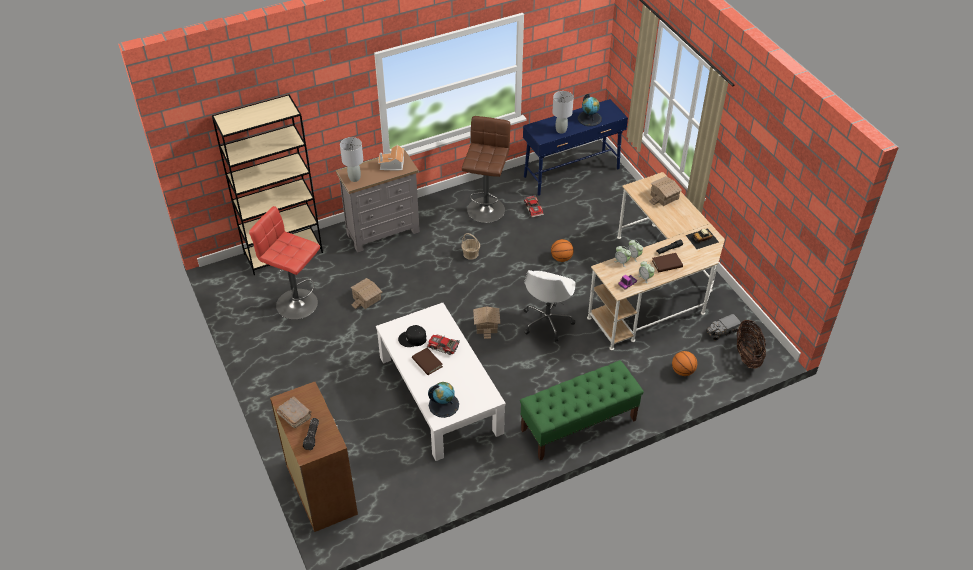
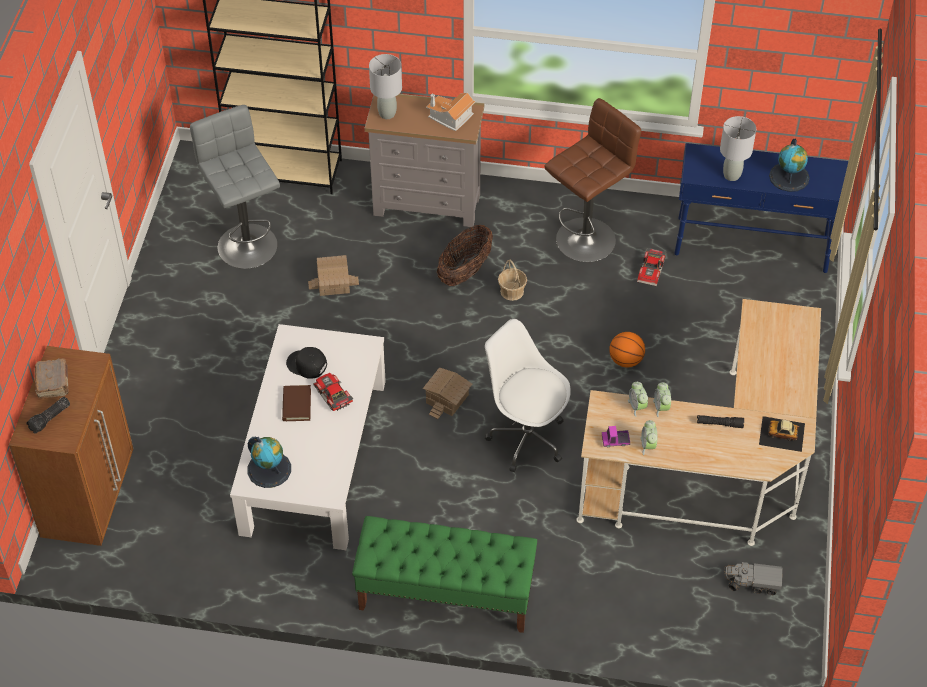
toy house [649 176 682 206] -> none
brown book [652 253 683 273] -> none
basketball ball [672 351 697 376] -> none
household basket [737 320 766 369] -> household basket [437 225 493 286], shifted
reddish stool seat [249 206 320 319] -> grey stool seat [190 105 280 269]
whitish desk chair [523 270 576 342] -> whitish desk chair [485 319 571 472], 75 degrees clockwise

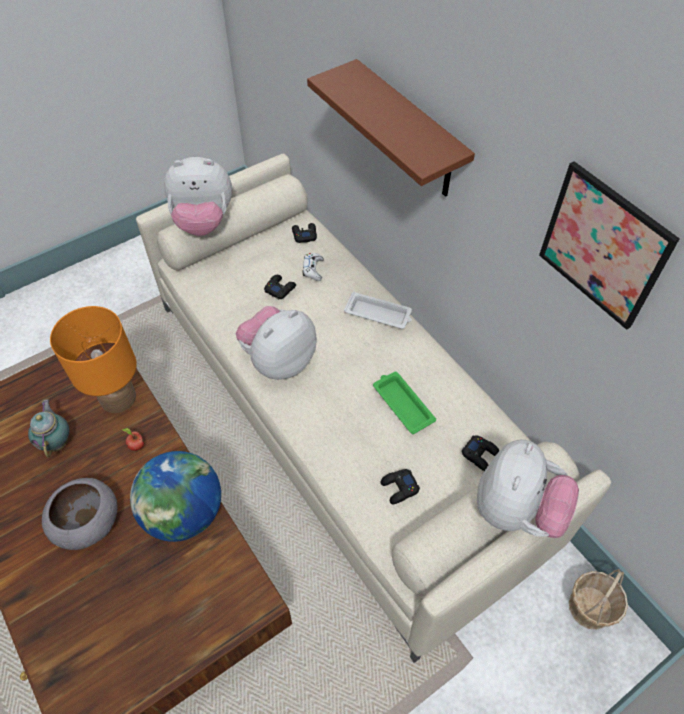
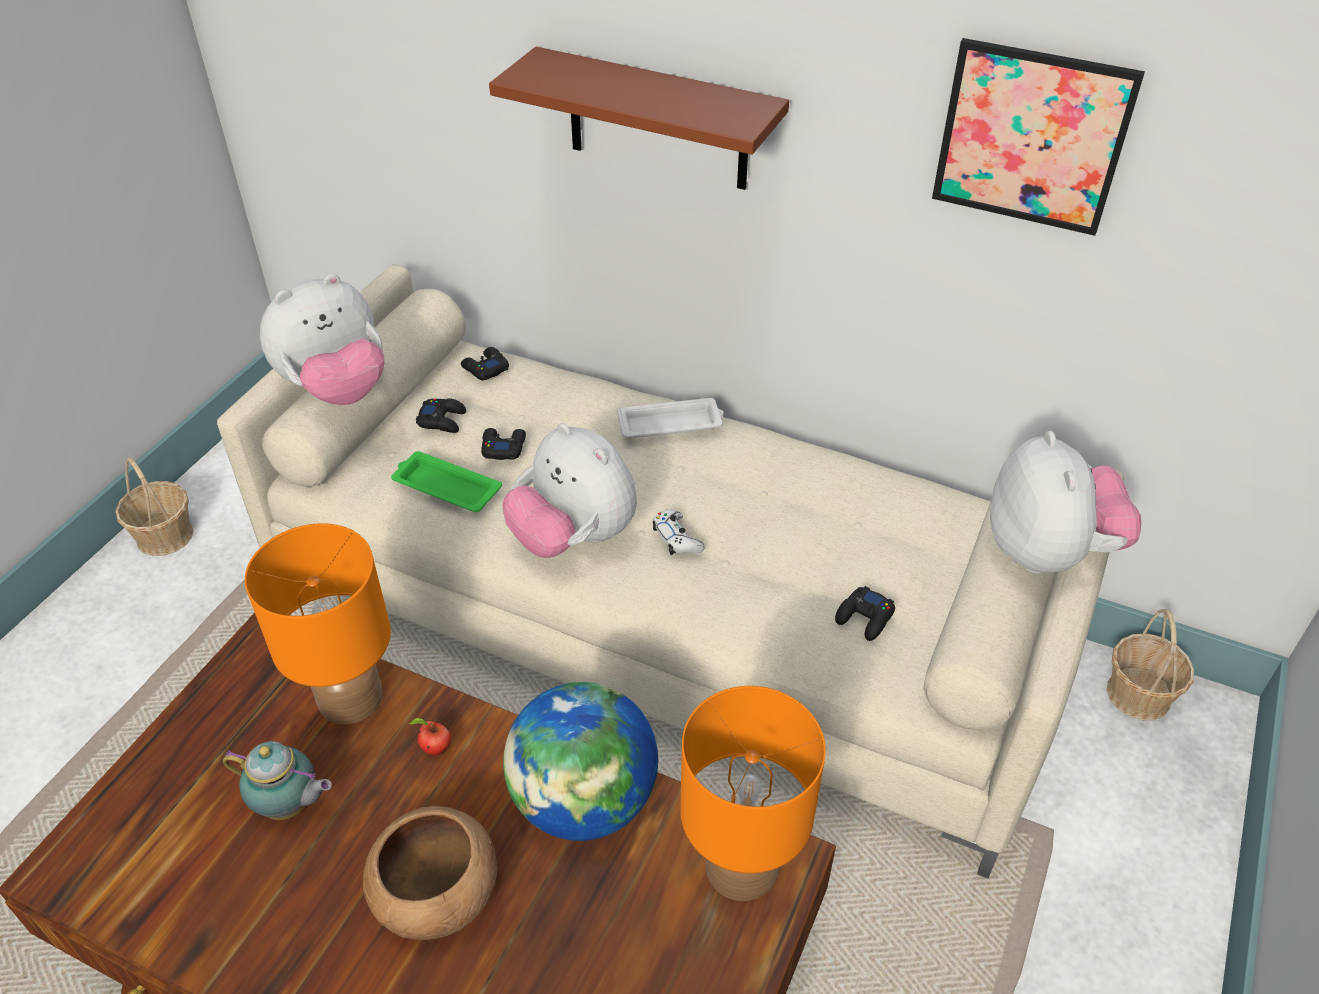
none -> household basket [116 457 194 556]
none -> orangey table lamp [680 686 826 901]
whitish game controller [302 253 324 281] -> whitish game controller [653 509 704 555], shifted
green serving tray [373 372 436 434] -> green serving tray [391 451 502 512], shifted
black-coloured game controller [461 435 499 471] -> black-coloured game controller [416 398 466 433], shifted
grey serving bowl [42 478 118 550] -> brown serving bowl [363 806 498 940]
teapot [28 399 70 458] -> teapot [223 741 332 820], 150 degrees clockwise
soft toy [236 306 317 380] -> soft toy [503 423 637 558], 60 degrees counterclockwise

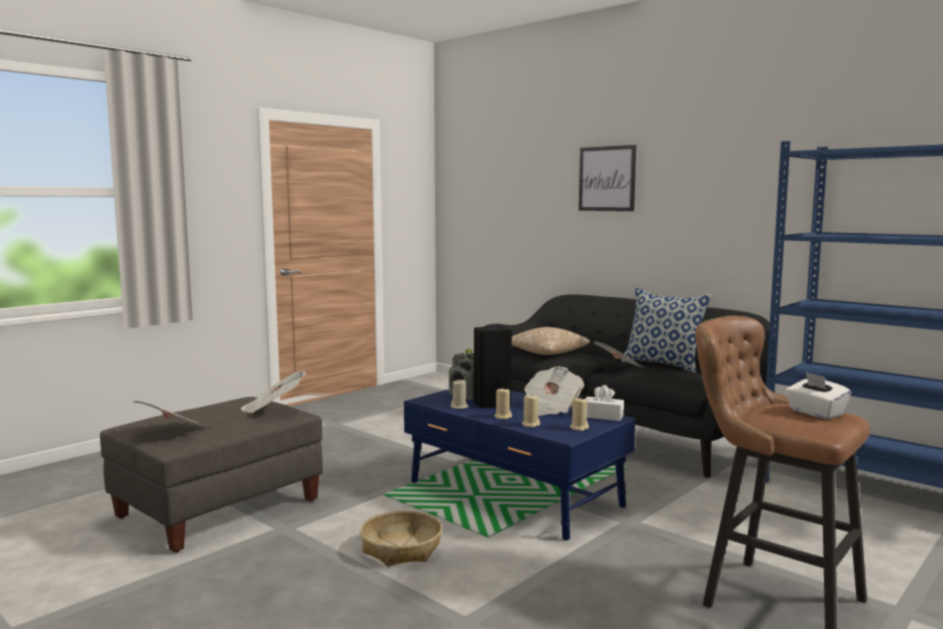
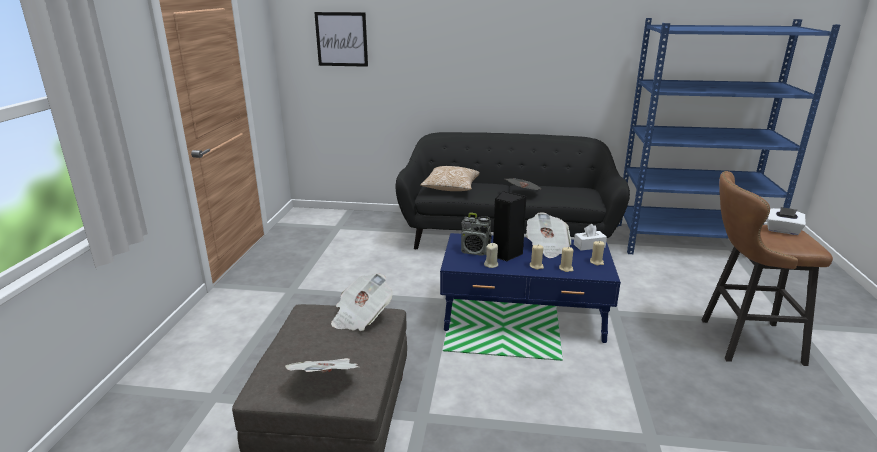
household basket [360 511 442 567] -> none
throw pillow [621 288 712 373] -> none
wall picture [579 145 636 211] -> wall picture [314 12 368 67], shifted

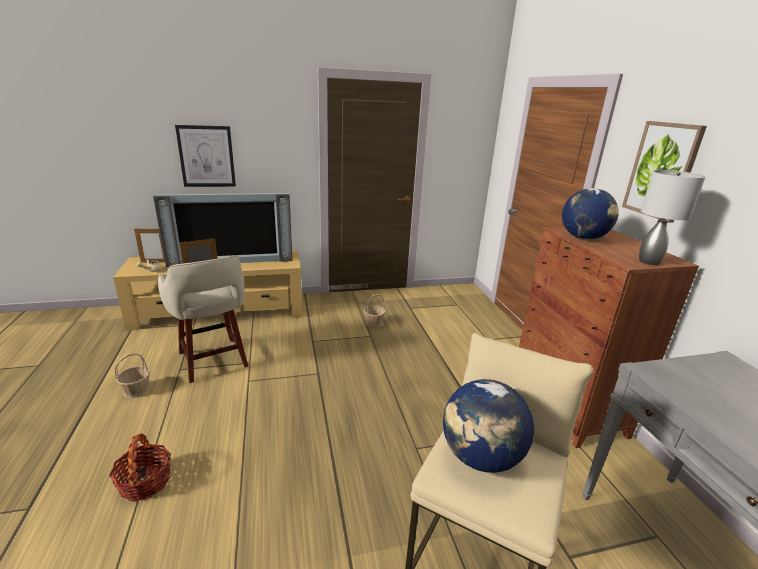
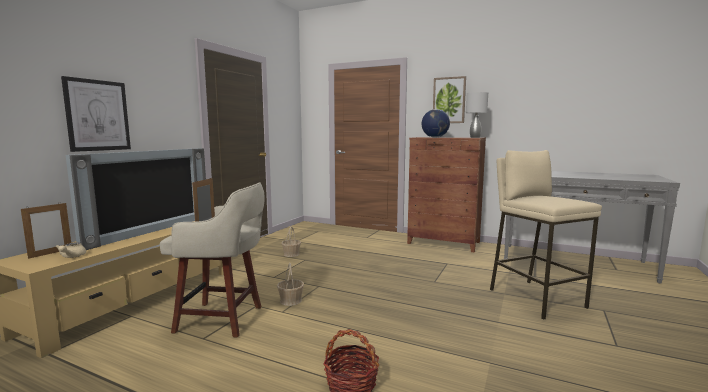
globe [443 379 534 473] -> none
household basket [115 353 150 399] -> household basket [277 263 304 306], shifted

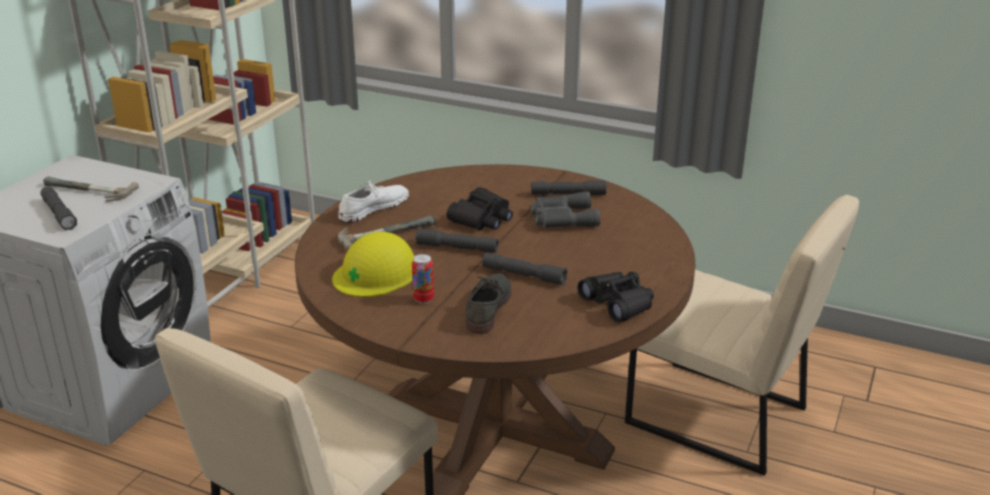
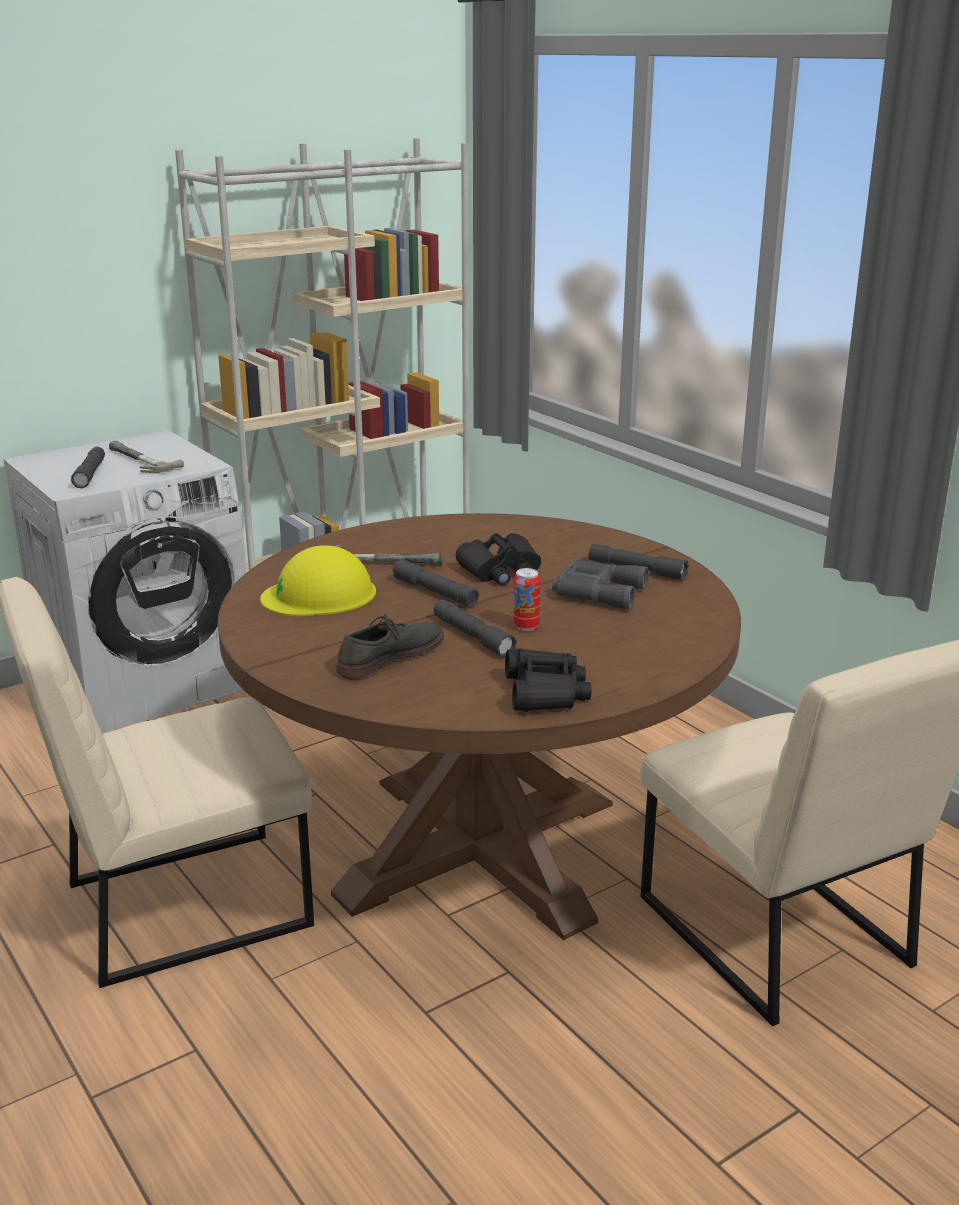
whitish low shoe [338 180 409 223] -> none
can [412 254 434 304] -> can [513 568 540 631], shifted

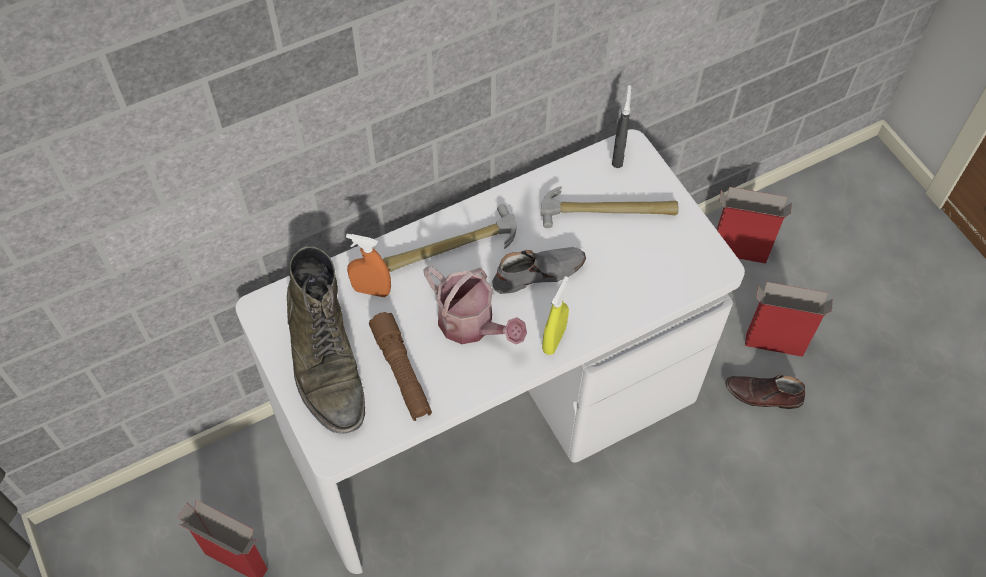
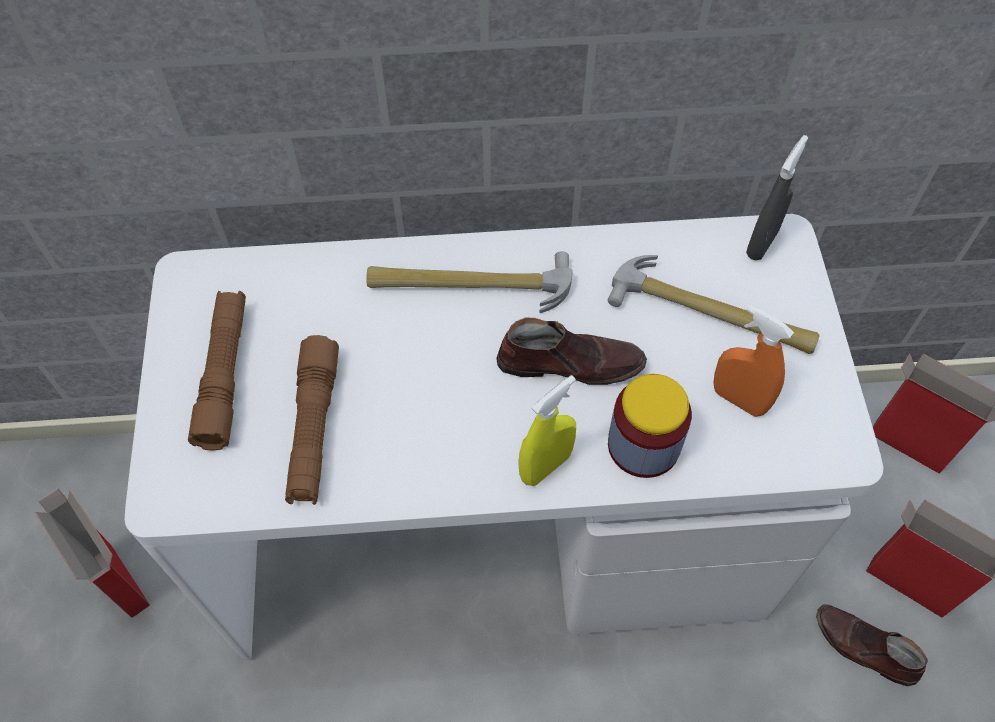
watering pot [423 266 527 345] -> none
none -> preserve jar [608 374 692 478]
orangey sprayer [346 234 391 297] -> orangey sprayer [713 305 794 417], shifted
green tall boot [287 246 365 434] -> brown torch [188 291 246 451]
grey low shoe [492 247 586 294] -> brown low shoe [496 317 647 385]

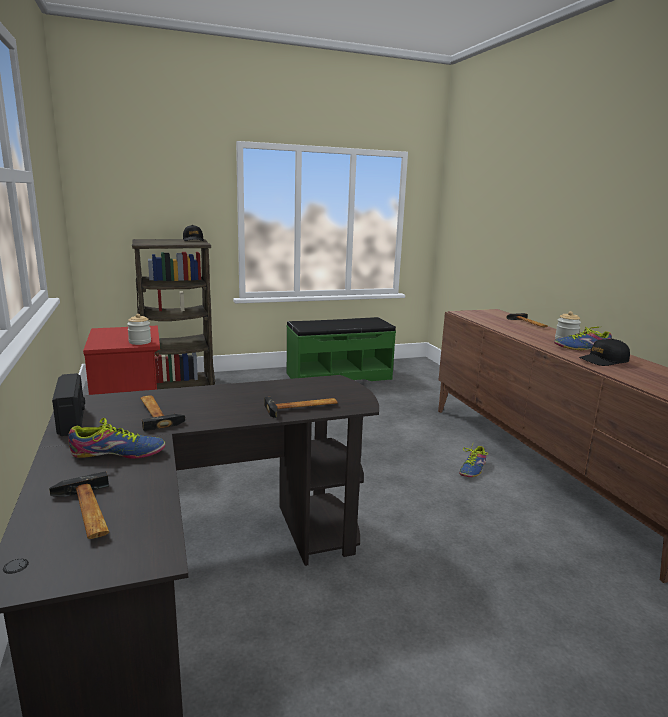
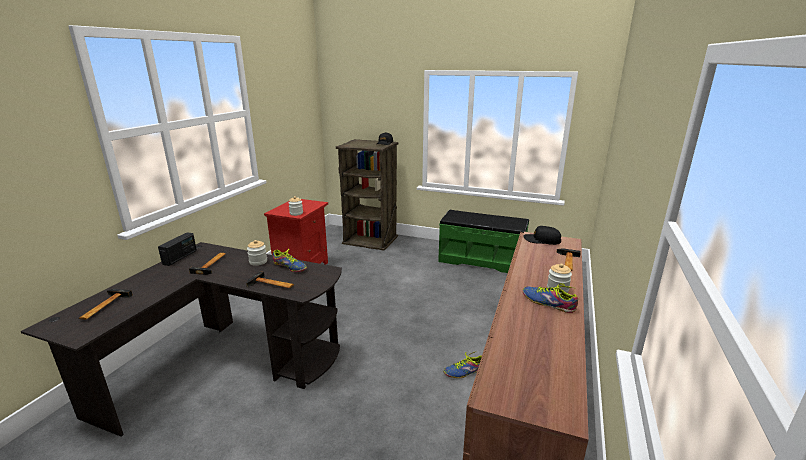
none -> preserve jar [247 240 267 266]
low shoe [68 418 165 459] -> low shoe [273 249 307 272], shifted
black-coloured cap [579 339 630 366] -> black-coloured cap [524 226 561 245], shifted

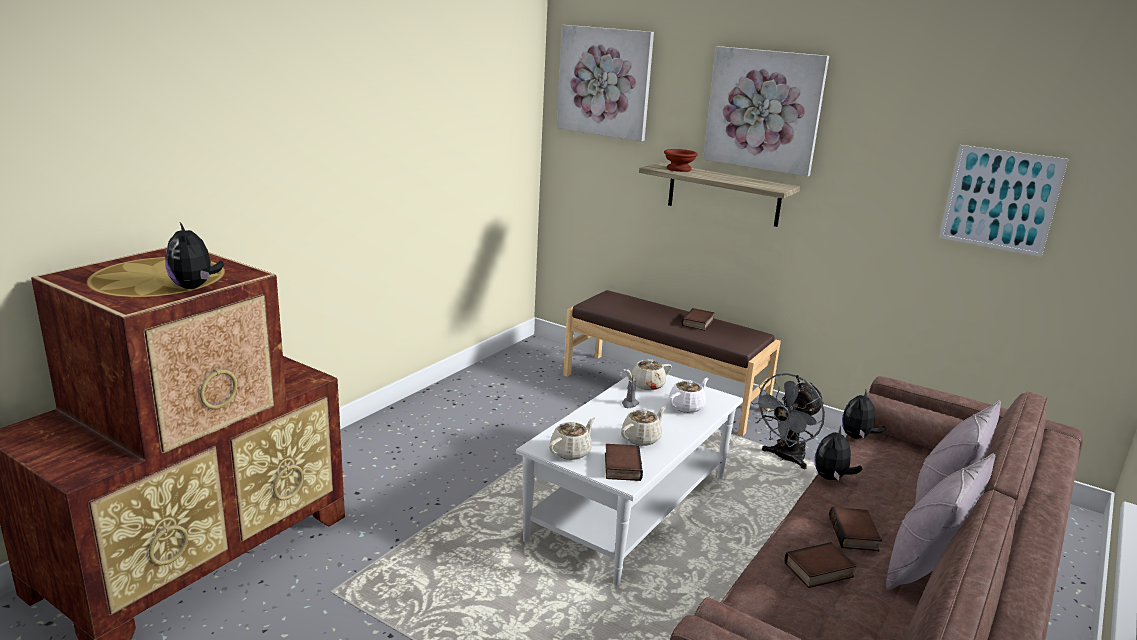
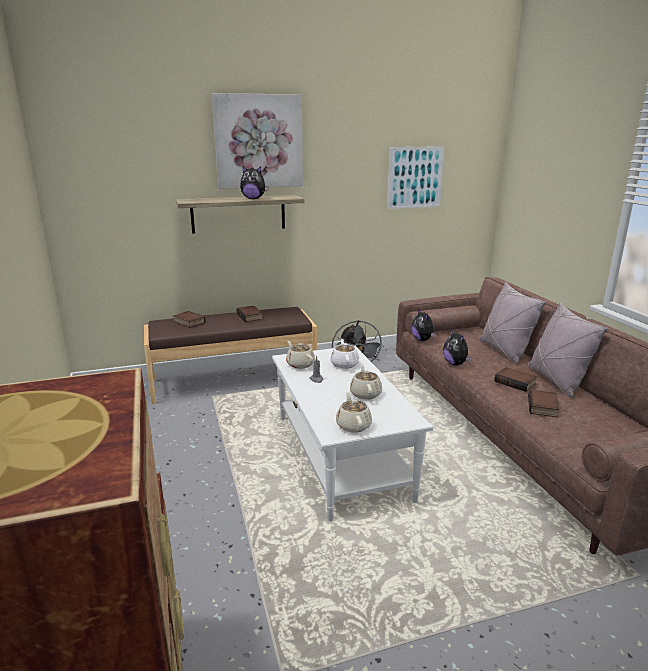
wall picture [557 25 654 141] -> none
brown serving bowl [664 149 698 172] -> none
soft toy [165 222 224 289] -> soft toy [240 166 269 199], shifted
book [605 444 643 481] -> book [173 311 206 328], shifted
sand-coloured teapot [624 359 672 390] -> sand-coloured teapot [286 341 315 369], 135 degrees clockwise

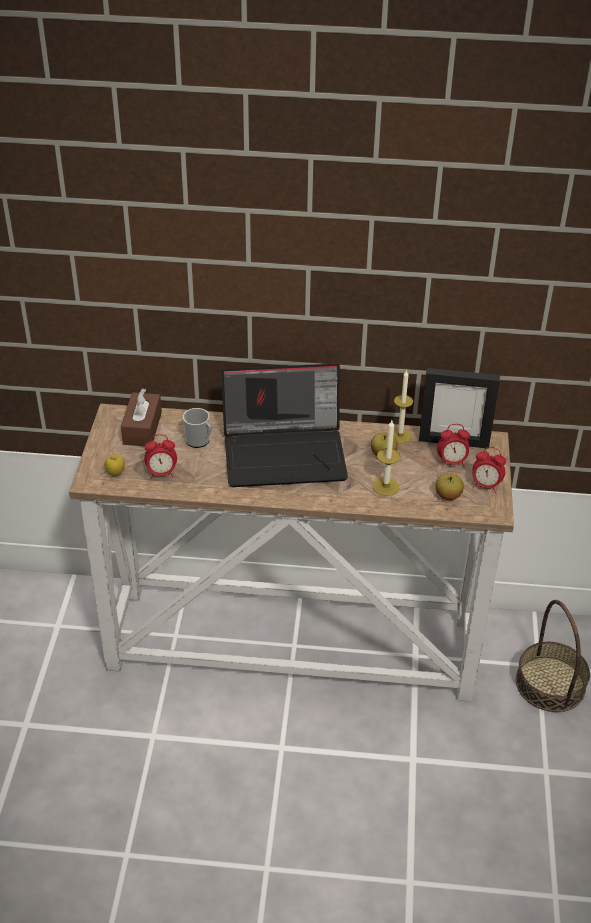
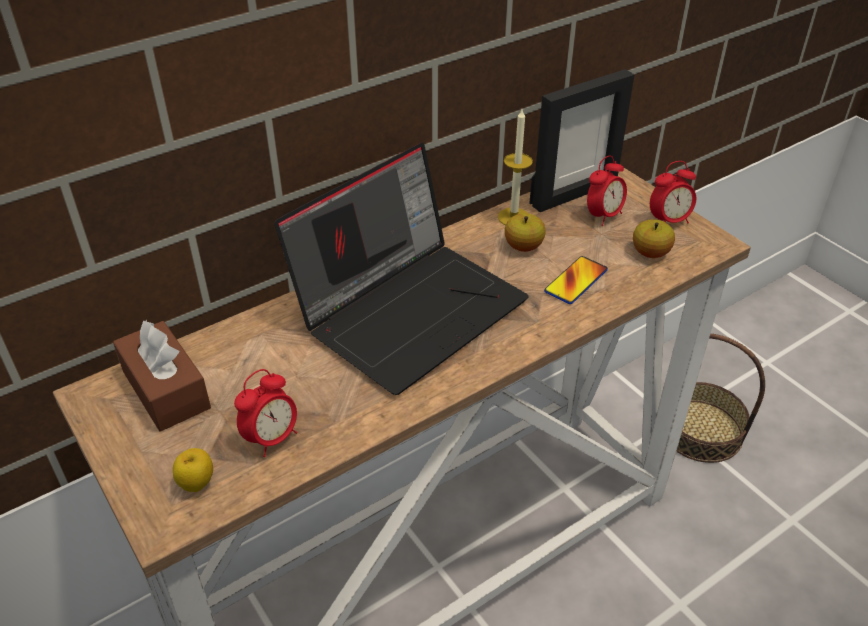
coffee mug [183 408 212 448] -> none
candle [373 420 400 496] -> phone [544 256 608 304]

